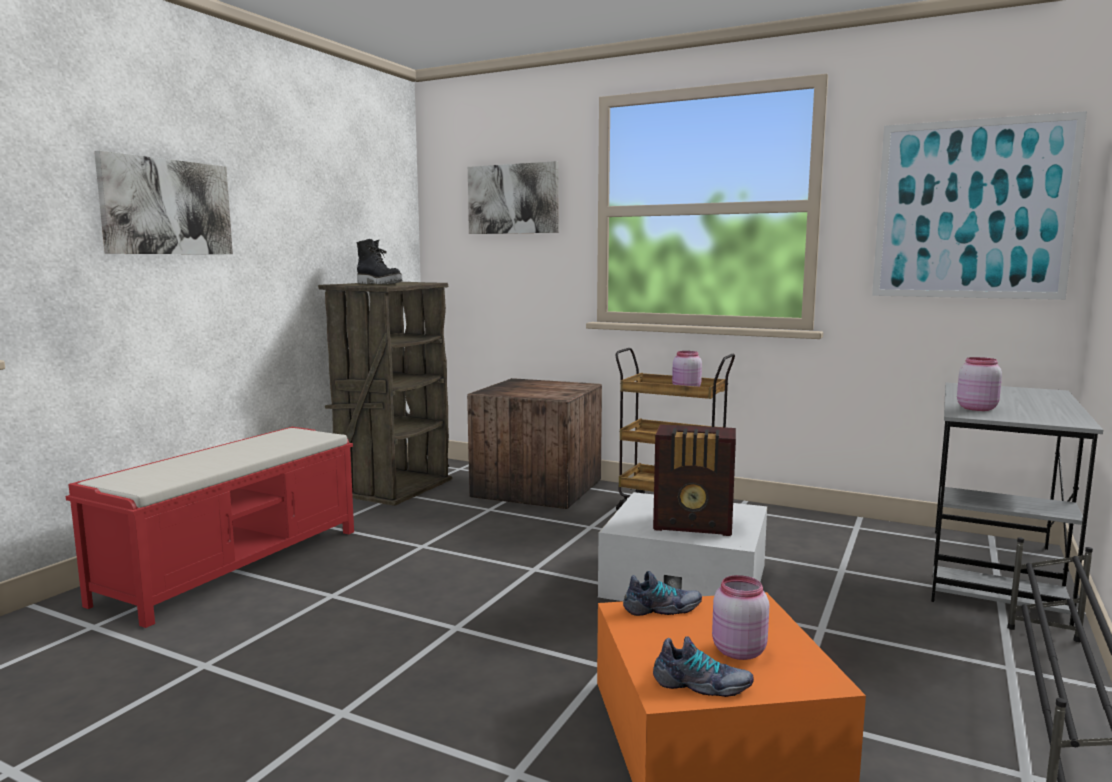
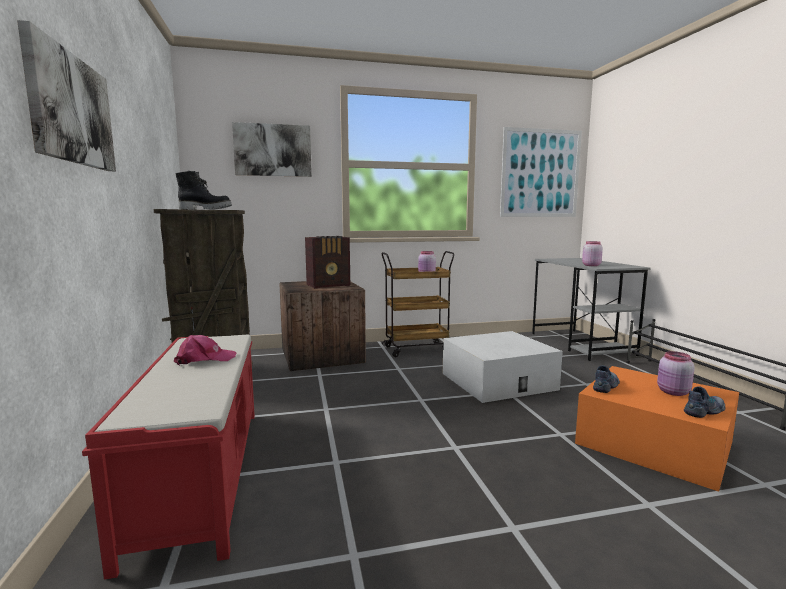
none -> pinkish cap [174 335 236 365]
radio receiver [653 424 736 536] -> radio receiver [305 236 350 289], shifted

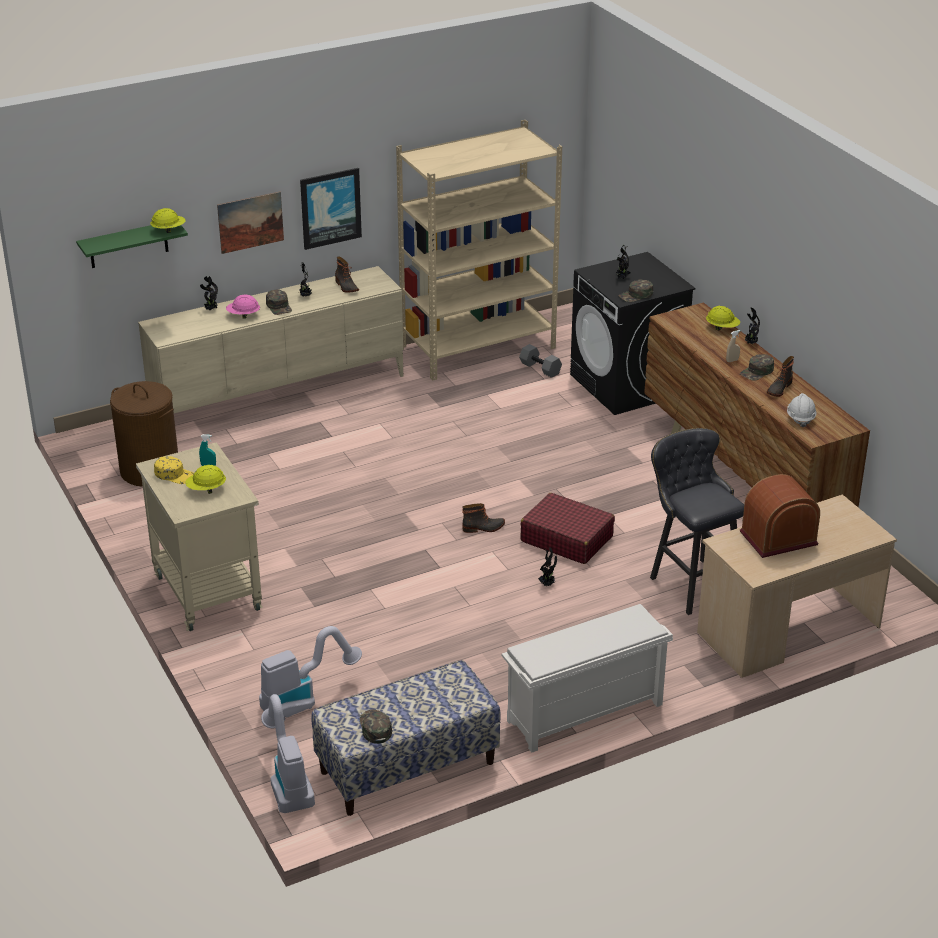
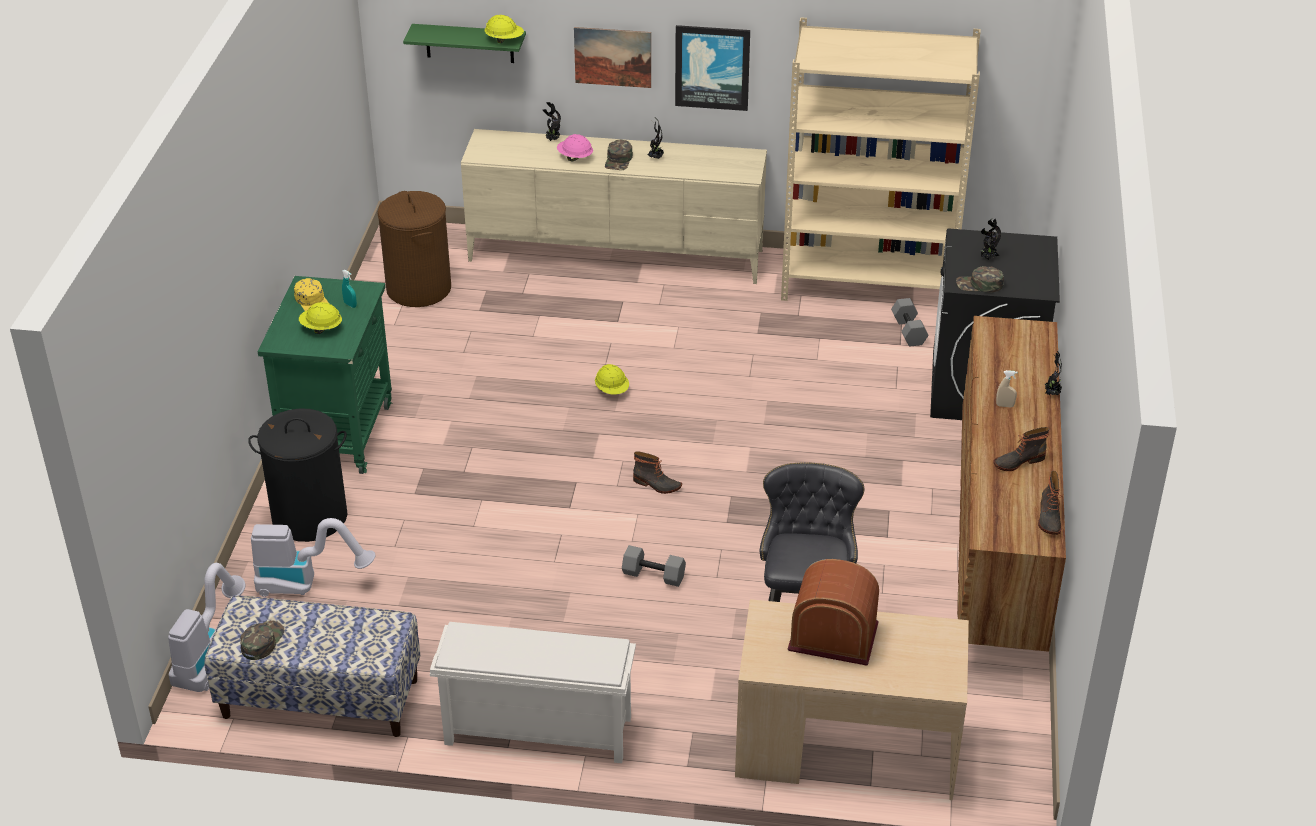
reddish piece of luggage [520 493 615 564] -> none
green cap [740 354 774 381] -> none
whitish safety helmet [787 393 817 427] -> none
none -> black-coloured washing basket [248 408 348 542]
tall boot [335 256 359 293] -> tall boot [1038 471 1063 535], shifted
yellow safety helmet [706 306 740 330] -> yellow safety helmet [595 364 629 395], shifted
houseplant [538 547 557 586] -> grey free weight [622 545 686 587]
sand-coloured cart [136 442 263 631] -> green cart [257 276 393 474]

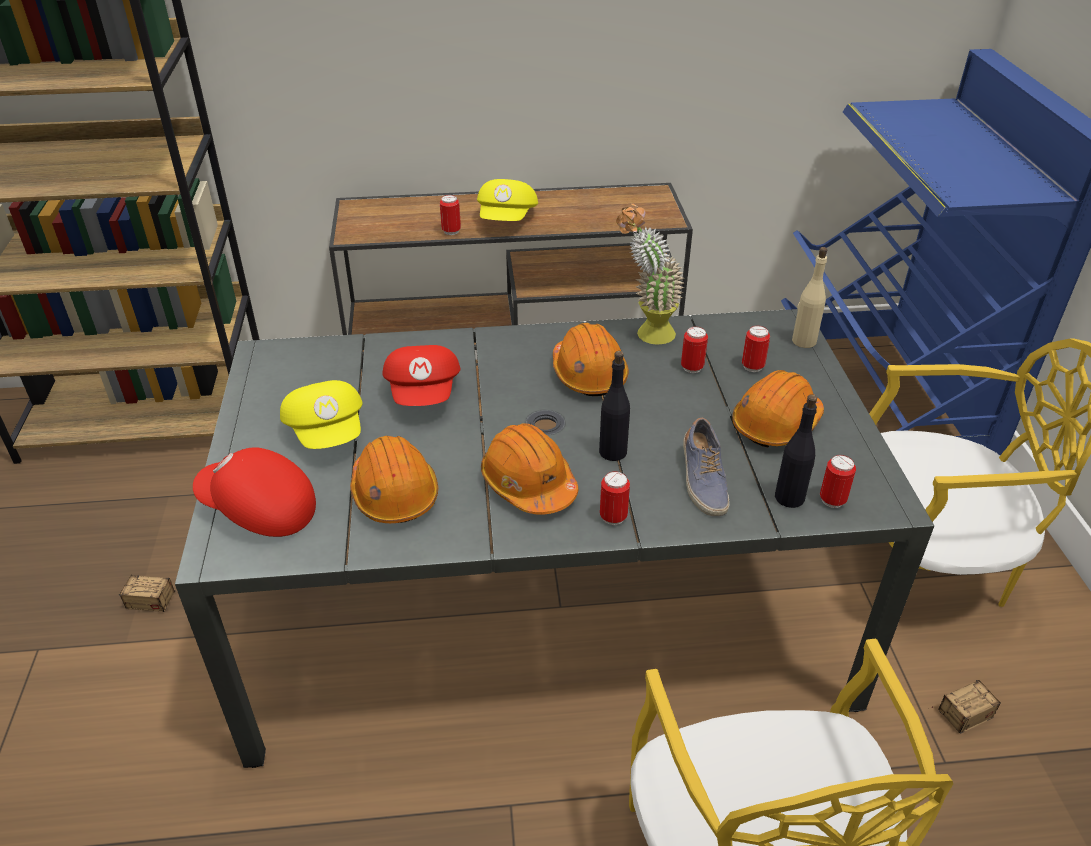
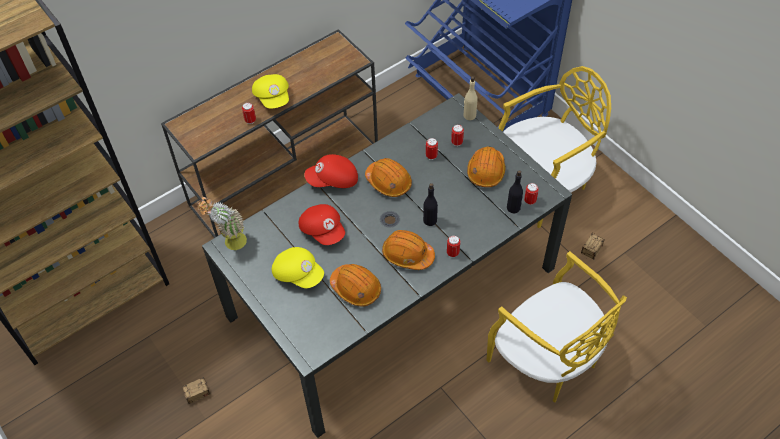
low shoe [683 418 730 516] -> none
reddish cap [193 447 316 537] -> reddish cap [304 154 358 188], shifted
houseplant [616 204 684 345] -> houseplant [197 197 247 250], shifted

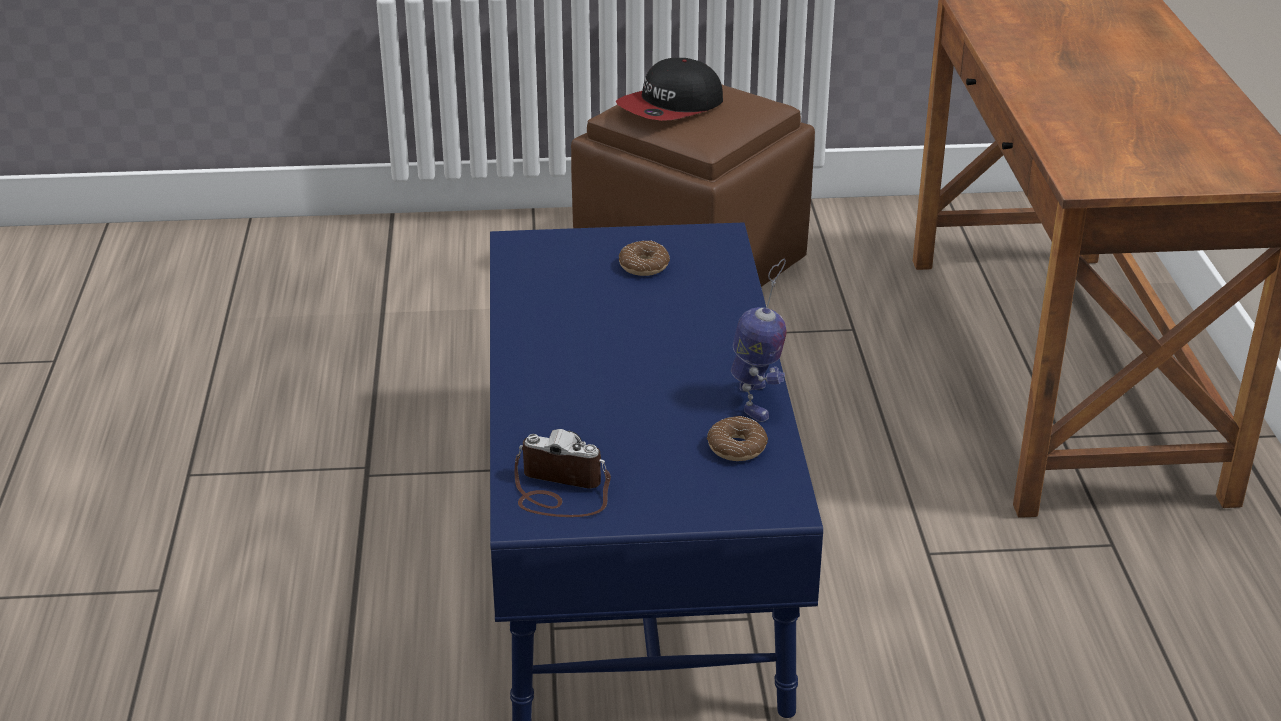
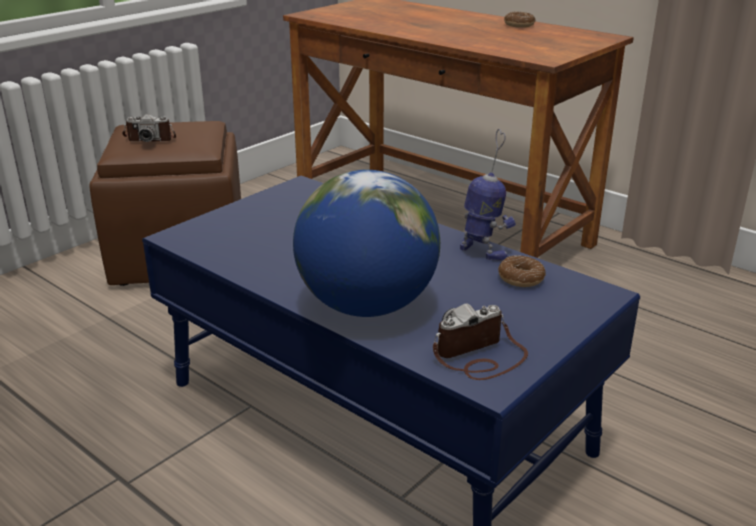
none -> globe [293 170 440 317]
donut [619 241 670 276] -> donut [504 11 535 28], shifted
cap [616 58 723 121] -> still camera [122 114 176 142]

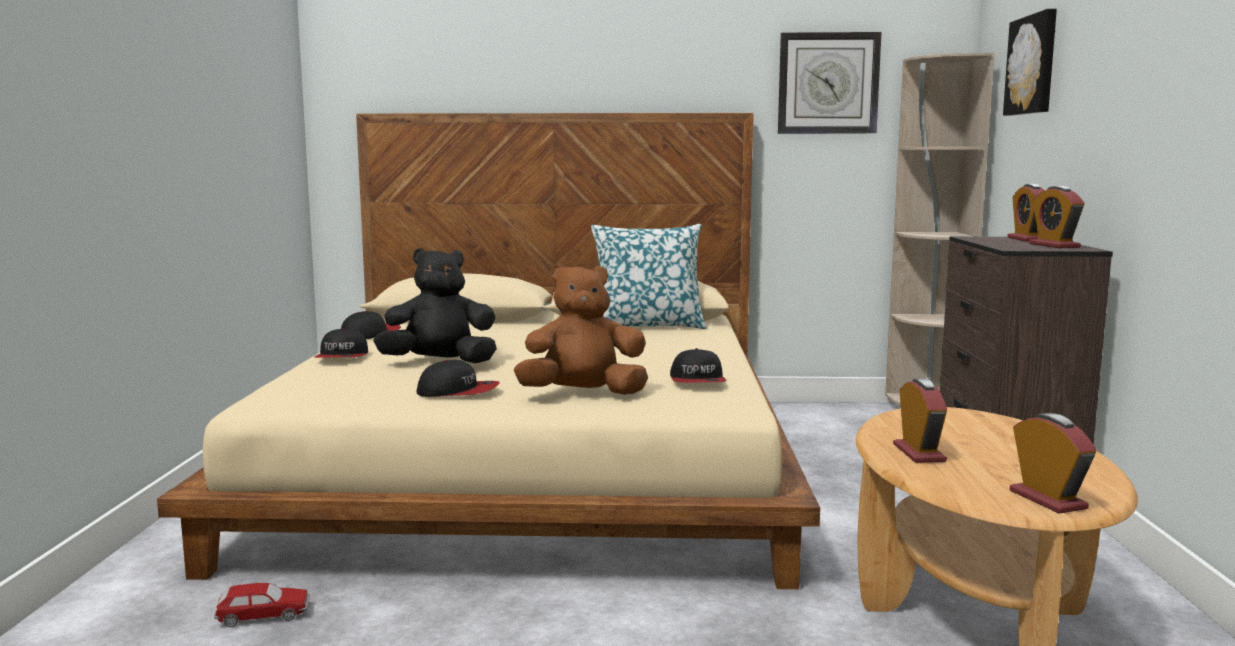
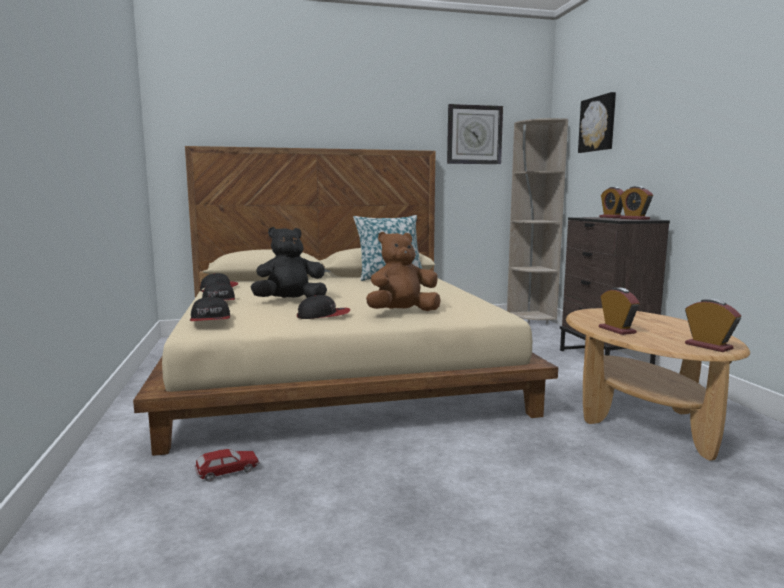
cap [670 348 726 383] -> cap [190 296 230 321], shifted

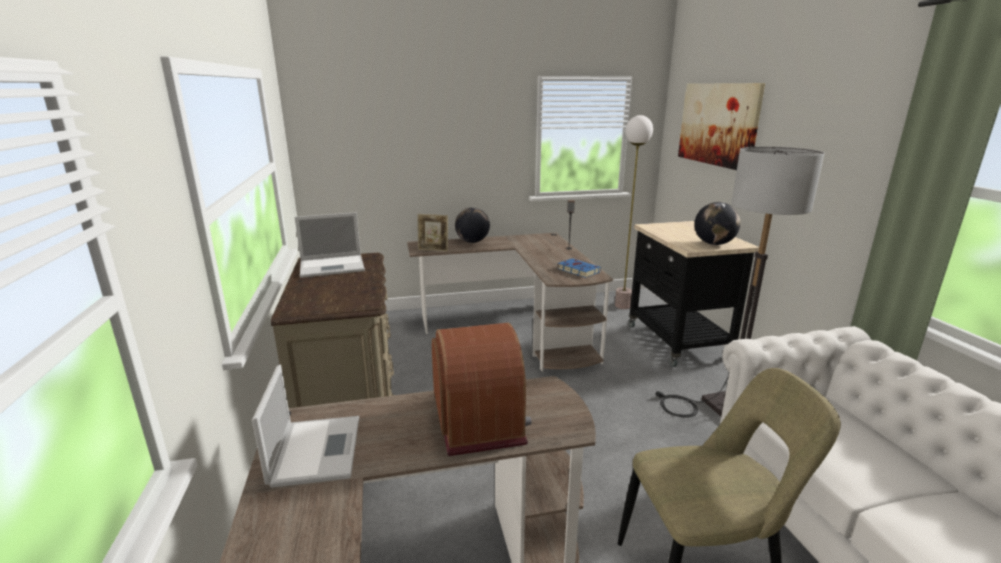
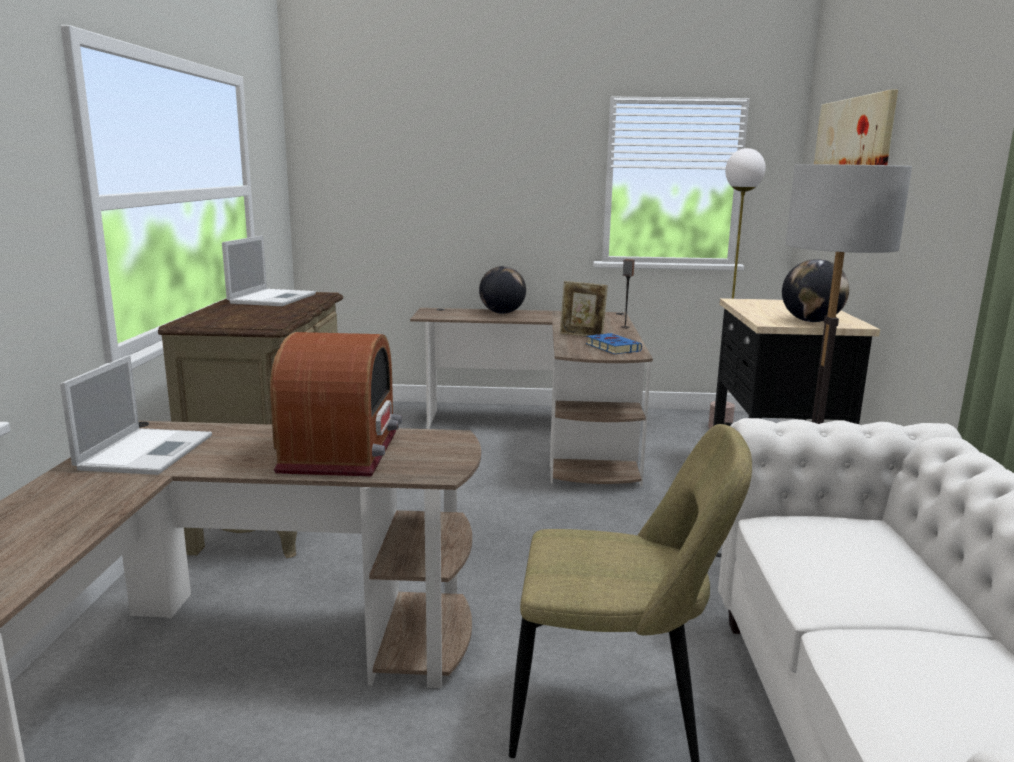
photo frame [417 214 448 251] -> photo frame [560 281 608 337], shifted
notebook computer [294 212 365 278] -> notebook computer [222 235 316 306], 75 degrees counterclockwise

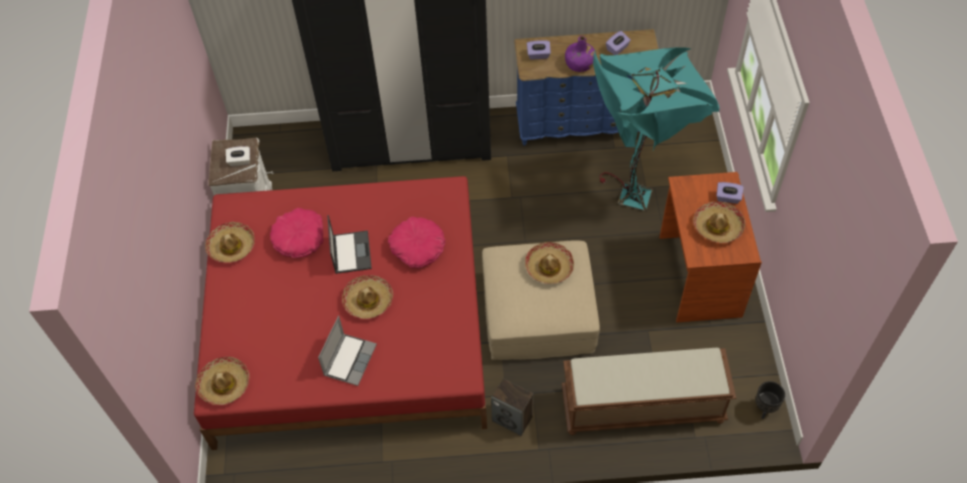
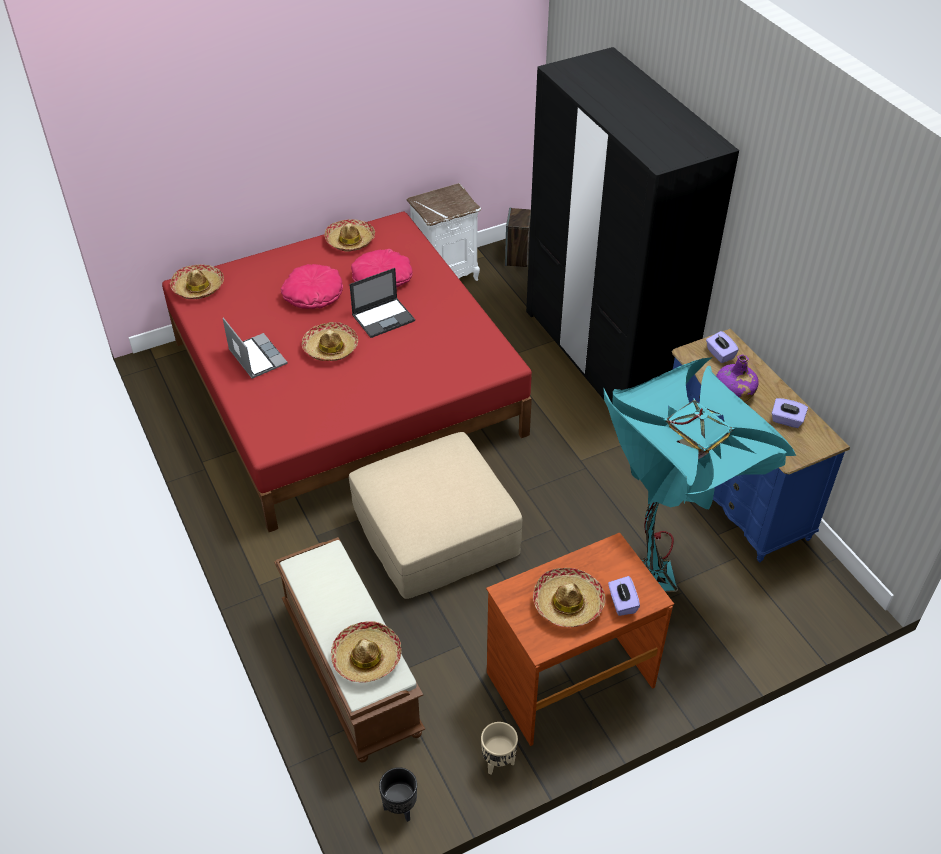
whitish tissue holder [226 146 250 166] -> none
none -> sand-coloured flower pot [481 722 518 775]
pinkish throw pillow [388 217 445 268] -> pinkish throw pillow [280 264 343 309], shifted
audio speaker [491 379 533 436] -> audio speaker [505 208 531 267], shifted
hat [525 242 574 284] -> hat [331 621 402 683], shifted
notebook computer [318 316 377 386] -> notebook computer [223 318 288 379], 120 degrees counterclockwise

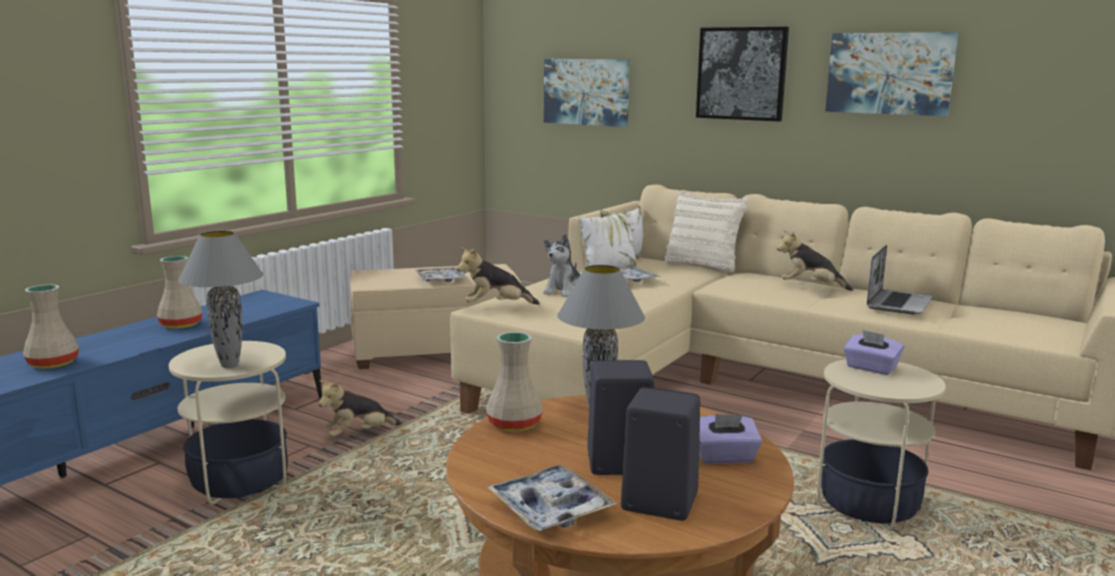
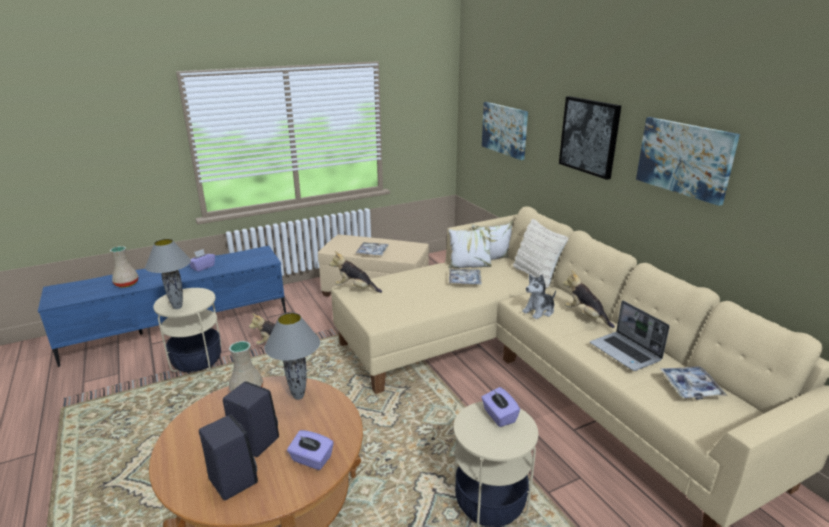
serving tray [487 465 617 531] -> serving tray [660 366 728 400], shifted
soft toy [543 234 580 297] -> soft toy [522 274 556 319], shifted
sand-coloured flower vase [157 256 203 329] -> purplish tissue holder [189 249 215 272]
notebook computer [867 244 933 315] -> notebook computer [590 300 670 371], 90 degrees clockwise

